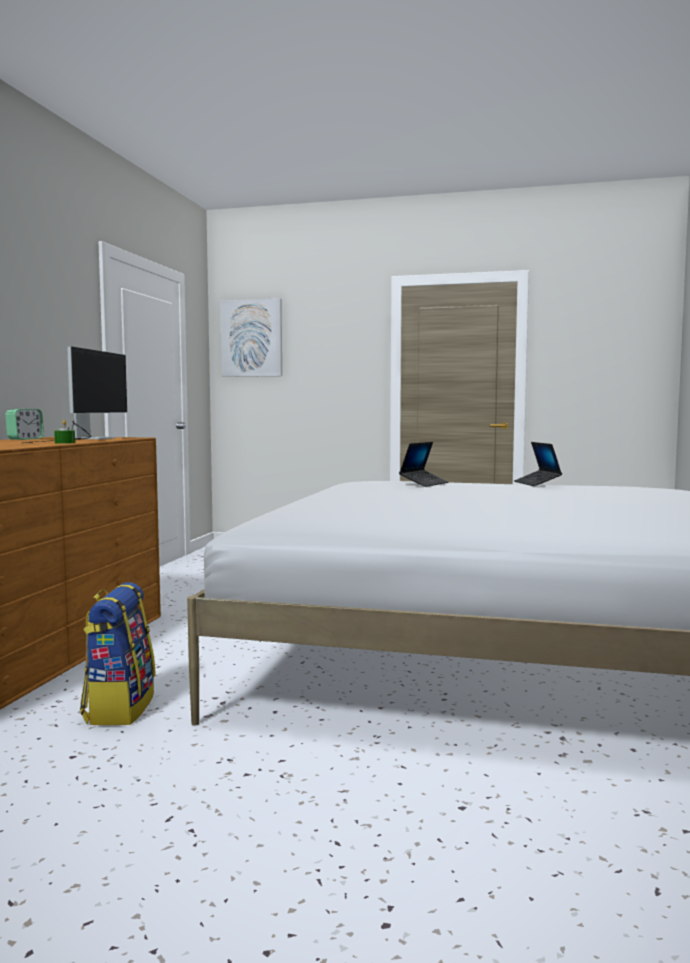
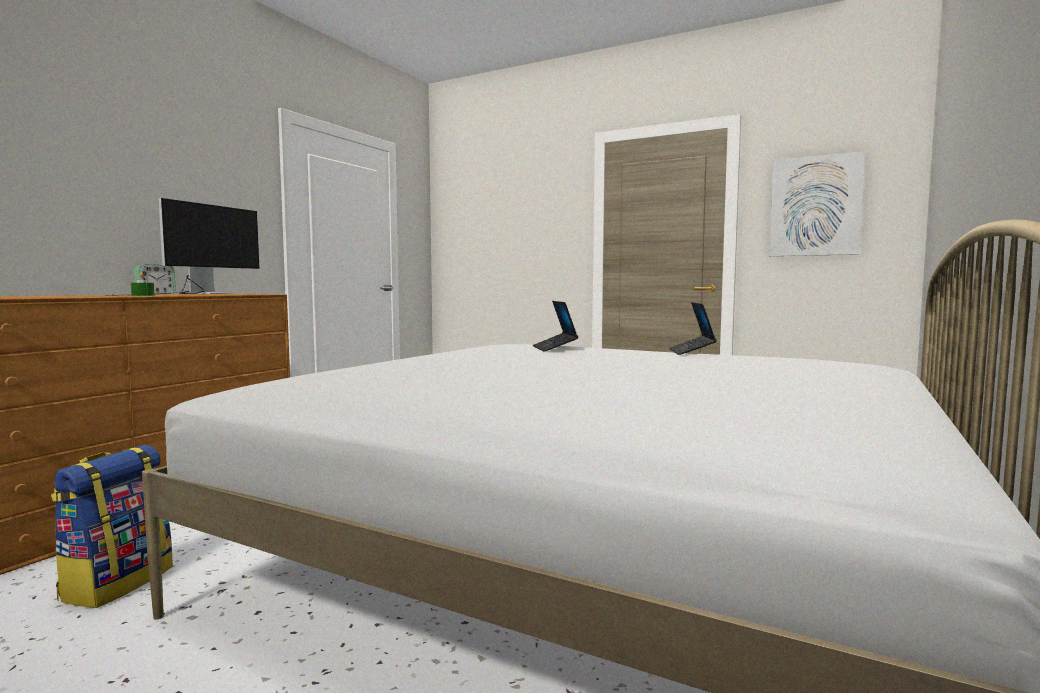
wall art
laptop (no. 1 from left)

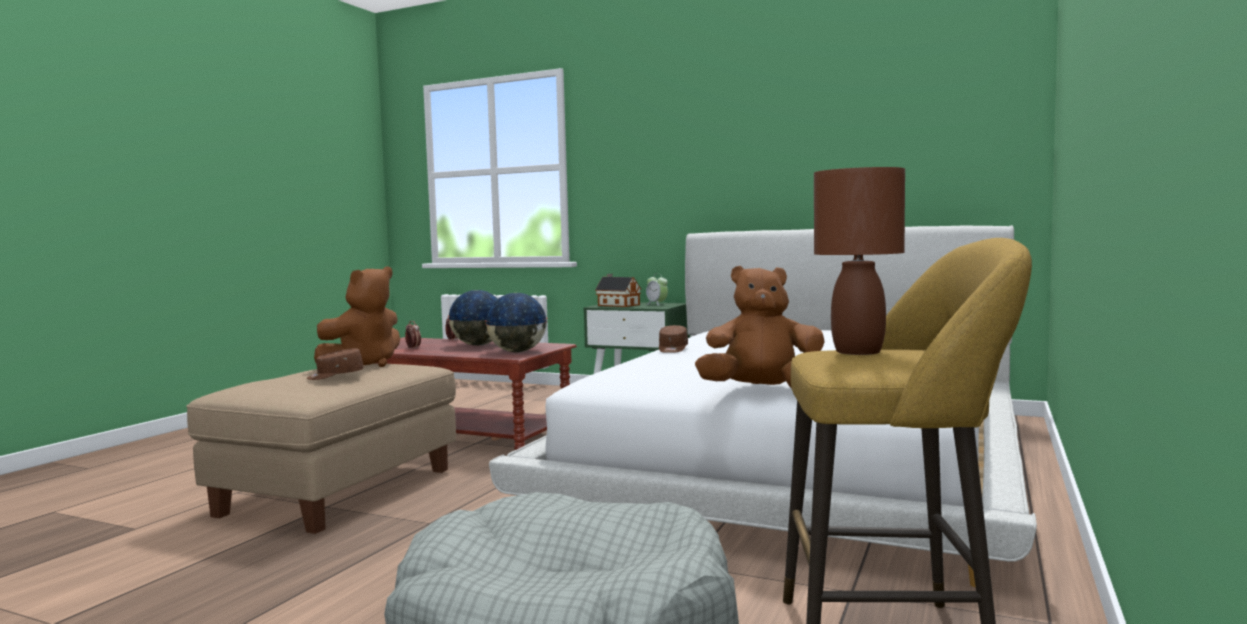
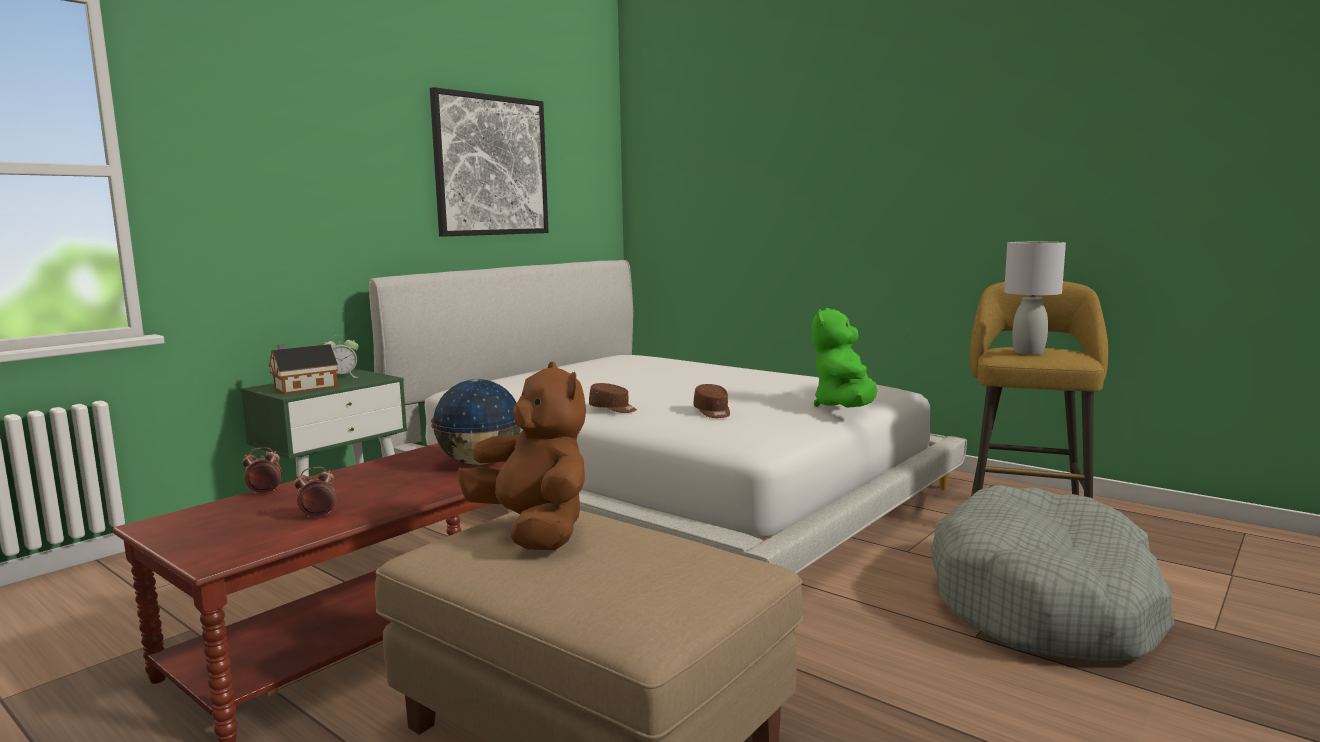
world globe (no. 1 from left in the first image)
wall art
baseball cap/brownish (no. 2 from left)
cuddly toy/greenish
lamp for a table/grey

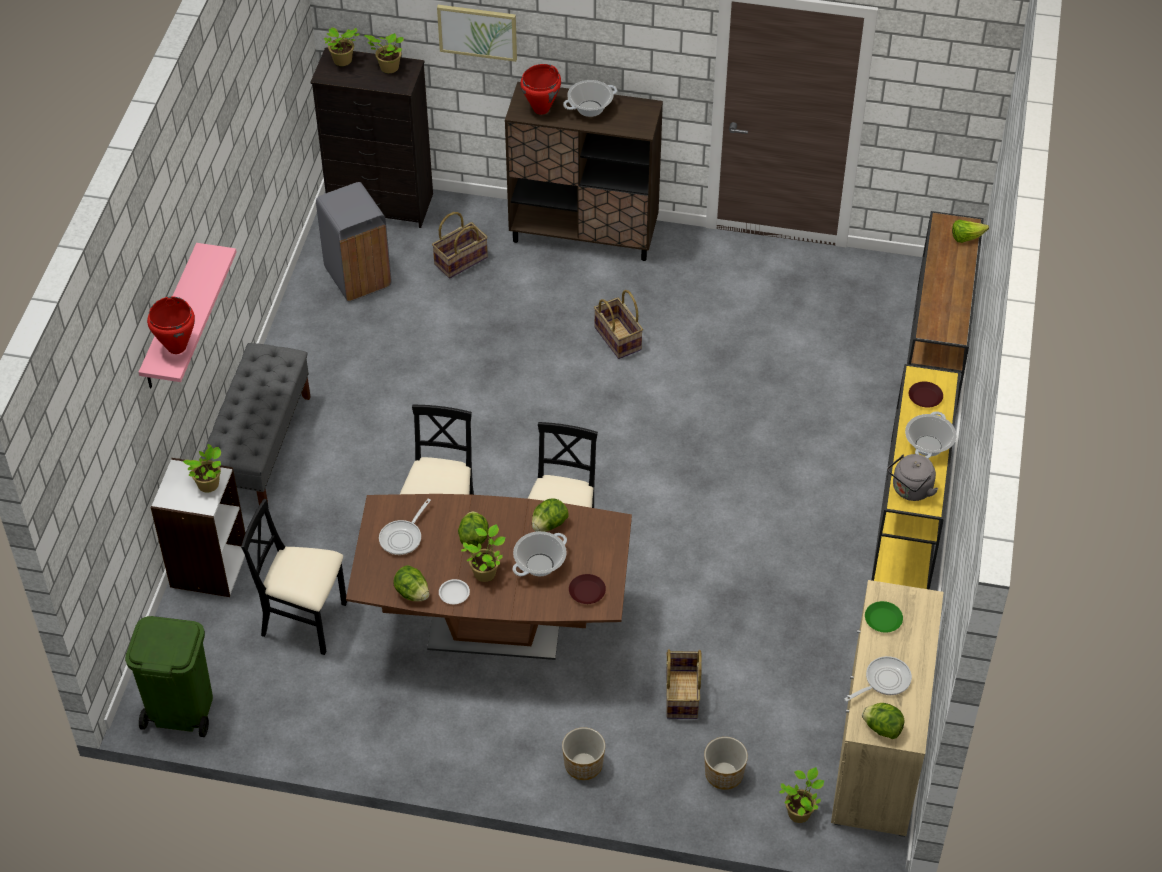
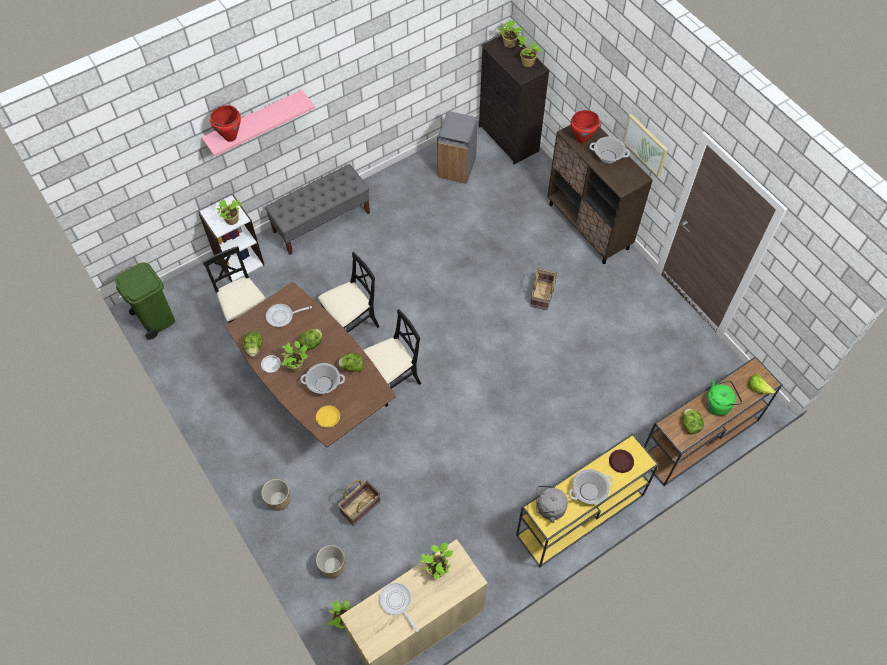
basket (no. 1 from left in the first image)
kettle/greenish
wall art
lettuce (no. 4 from left)
plant in a pot (no. 4 from left)
plate/yellowish
skillet (no. 2 from left)

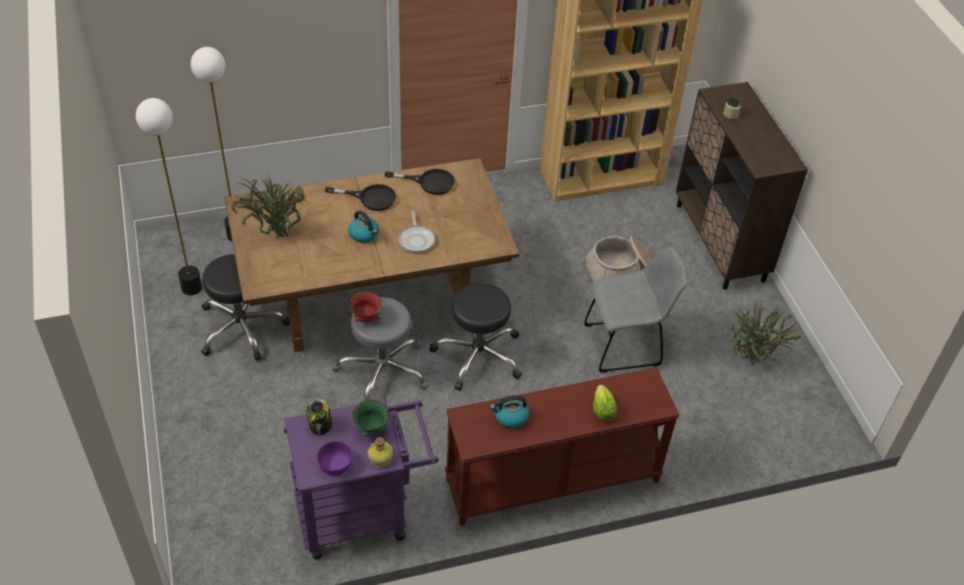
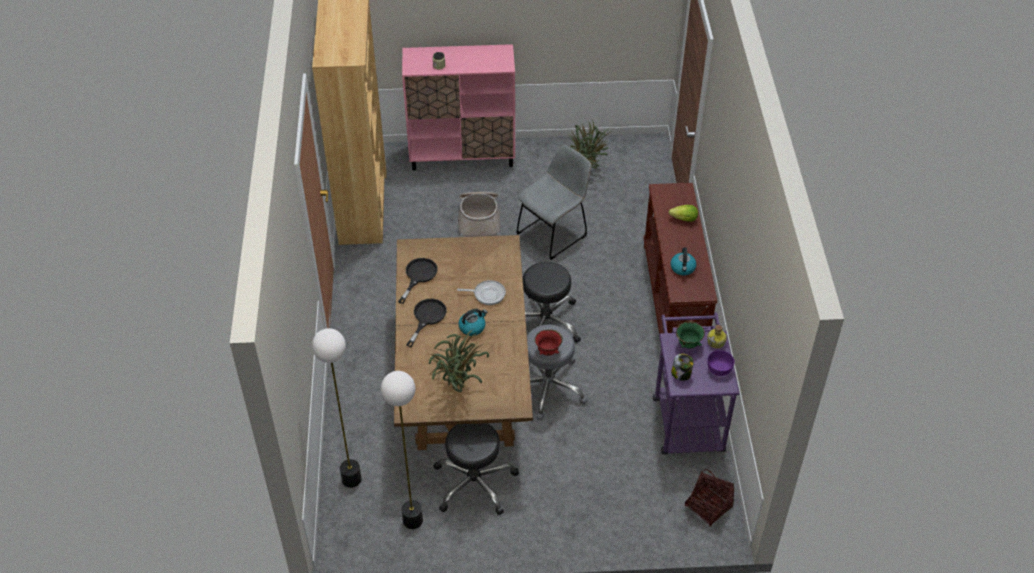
basket (no. 2 from left)
cabinet/pink-coloured
plain chair/grey

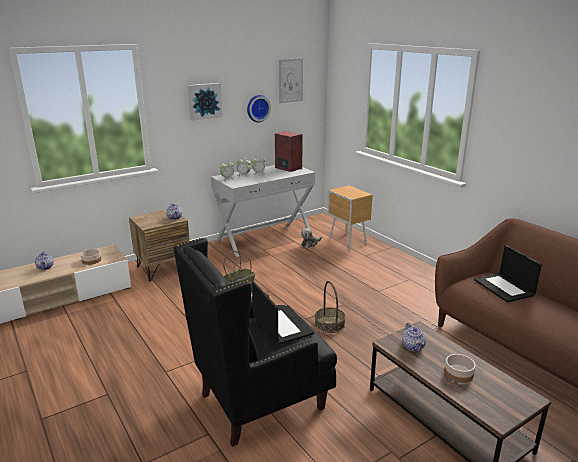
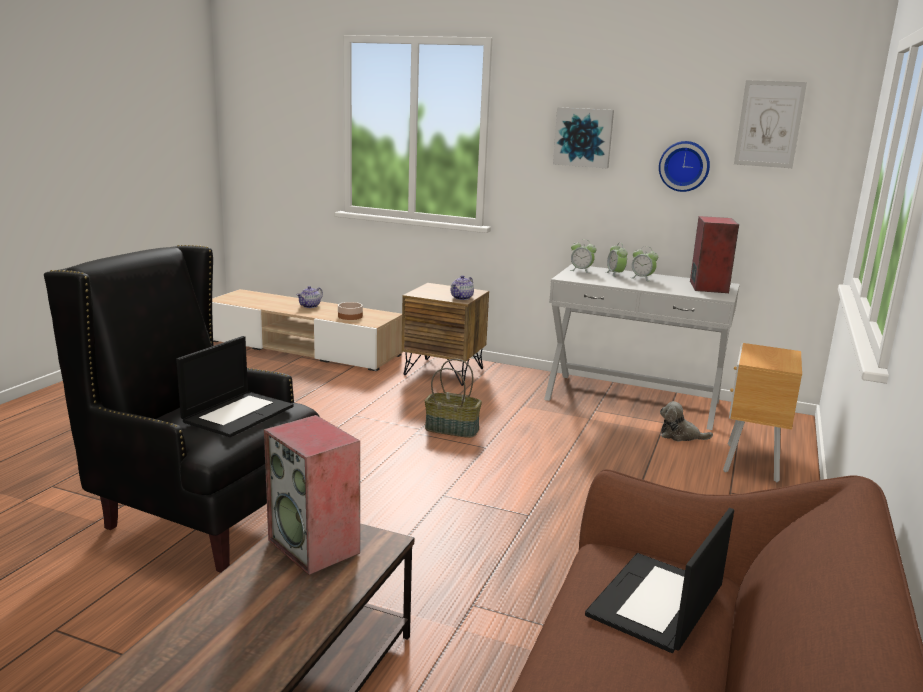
basket (no. 2 from left in the first image)
serving bowl (no. 2 from left in the first image)
speaker (no. 1 from left)

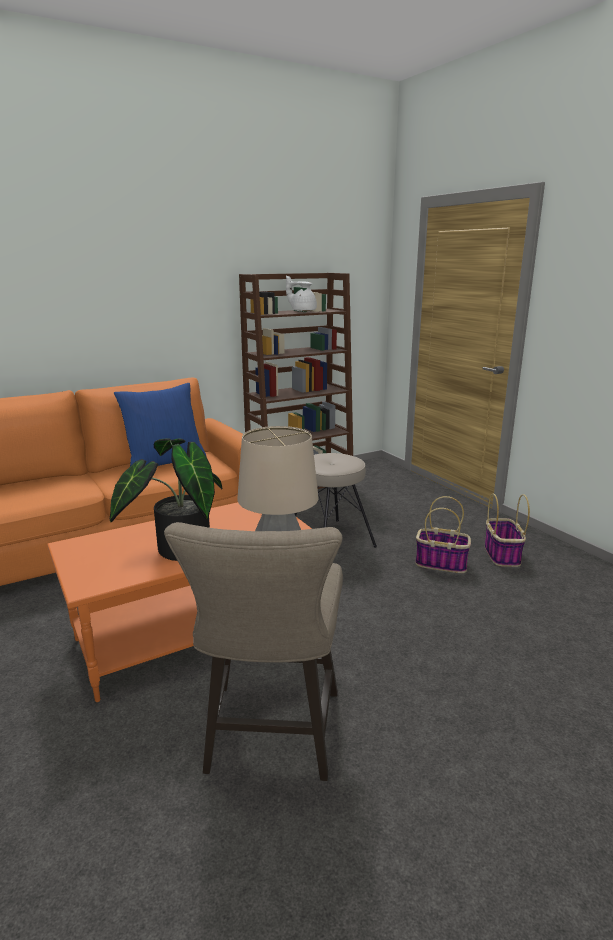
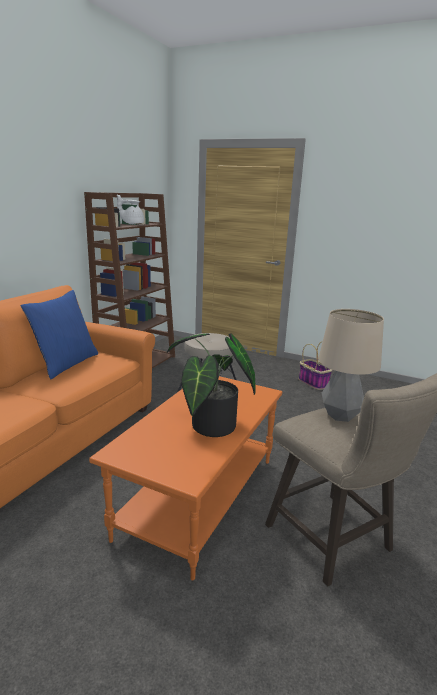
basket (no. 1 from left in the first image)

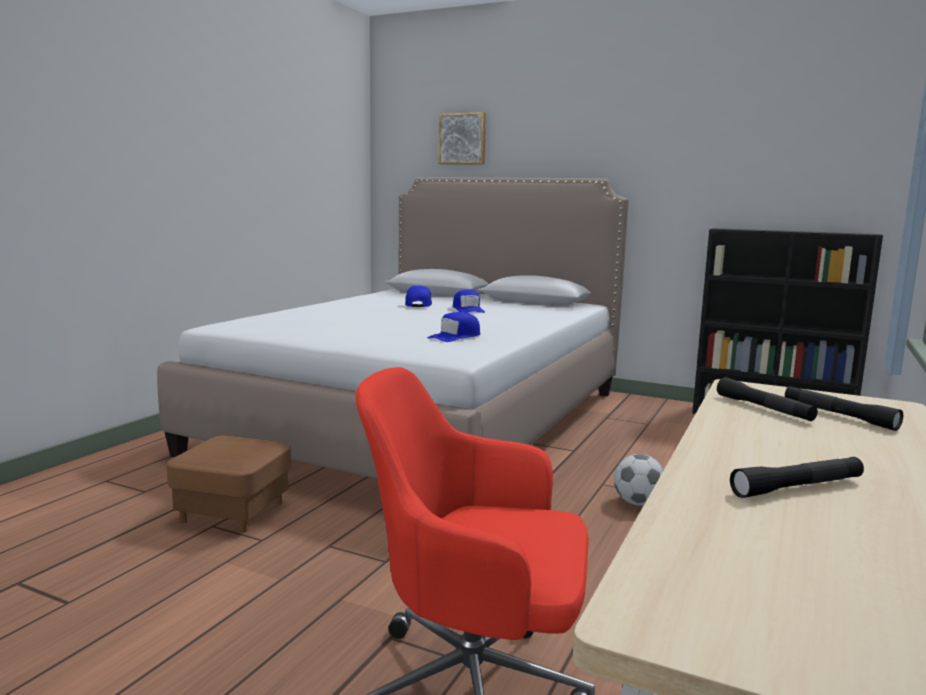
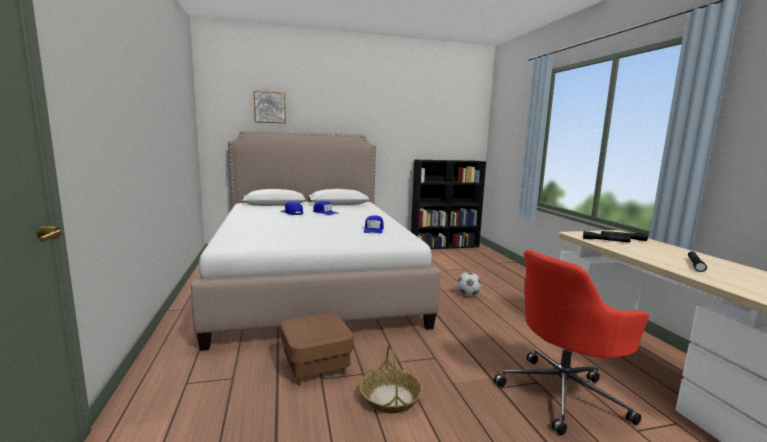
basket

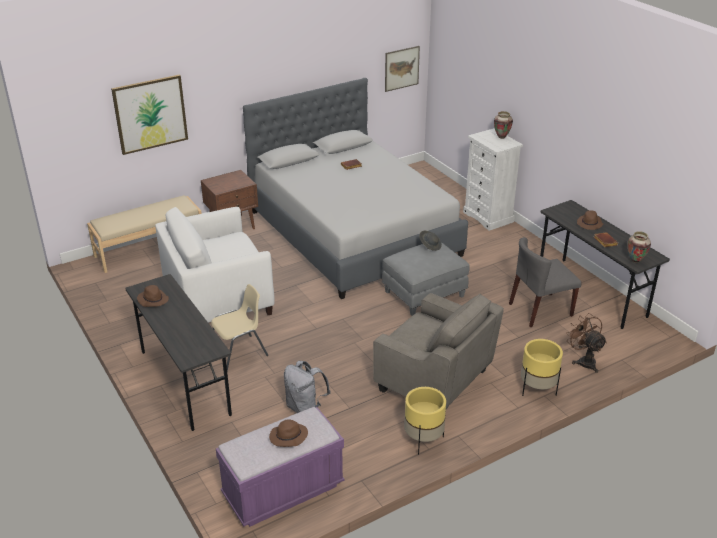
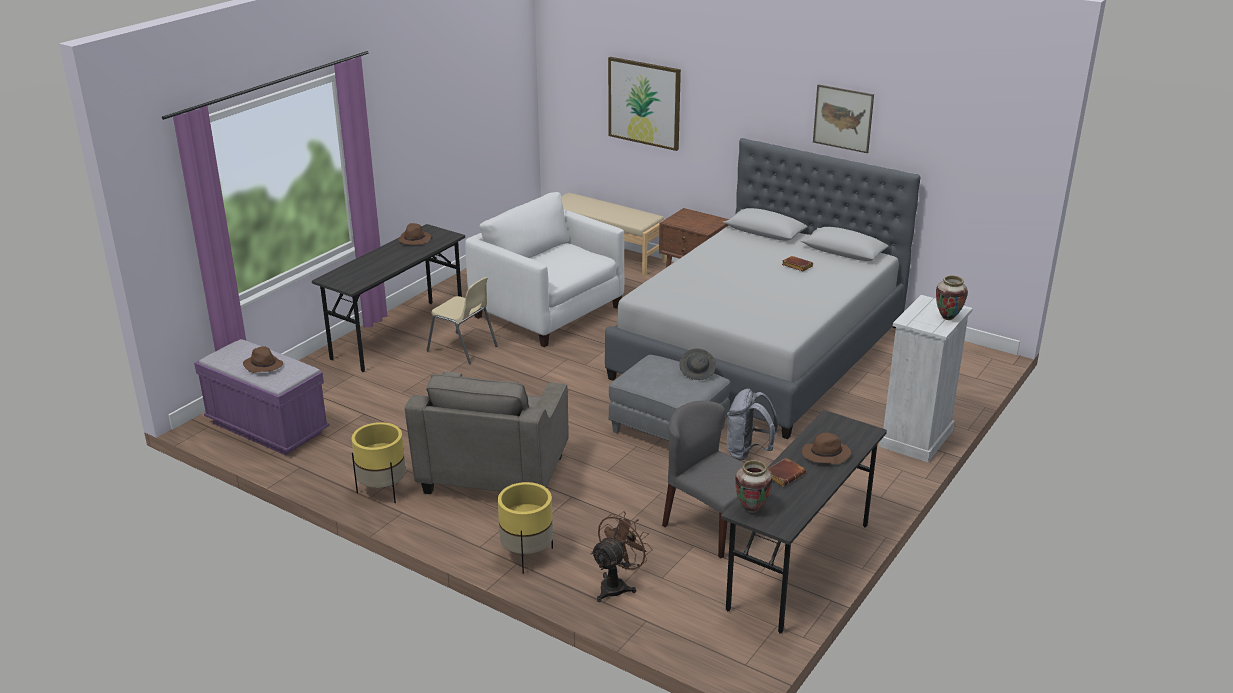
knapsack/grey
wall art (no. 2 from left)

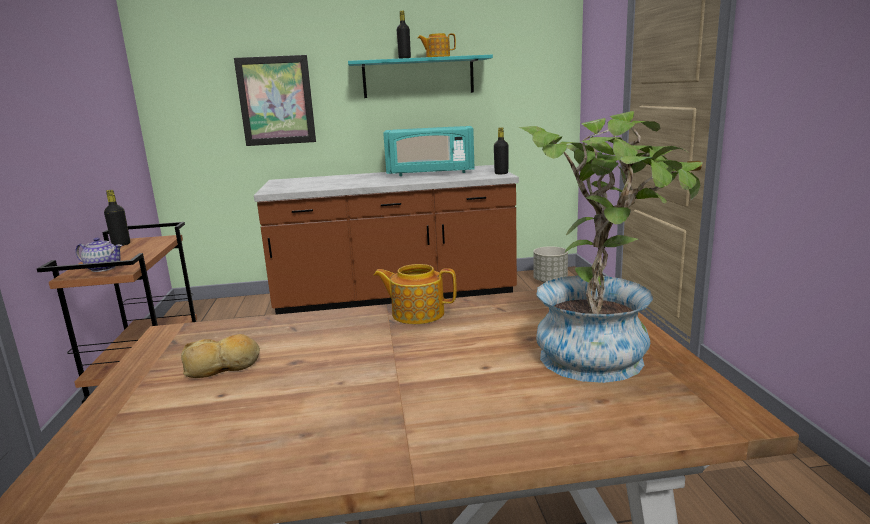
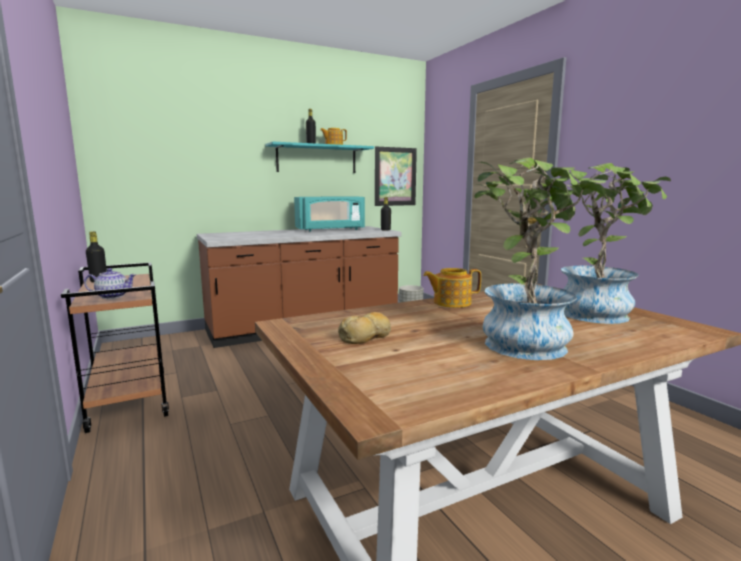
plant in a pot (no. 1 from left)
wall art

